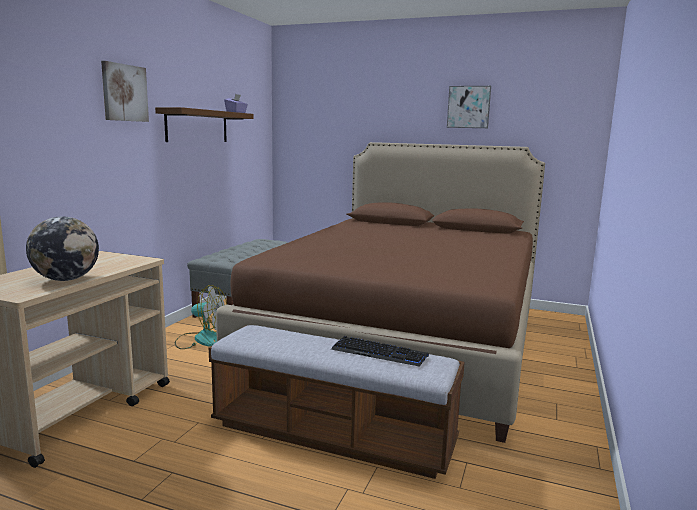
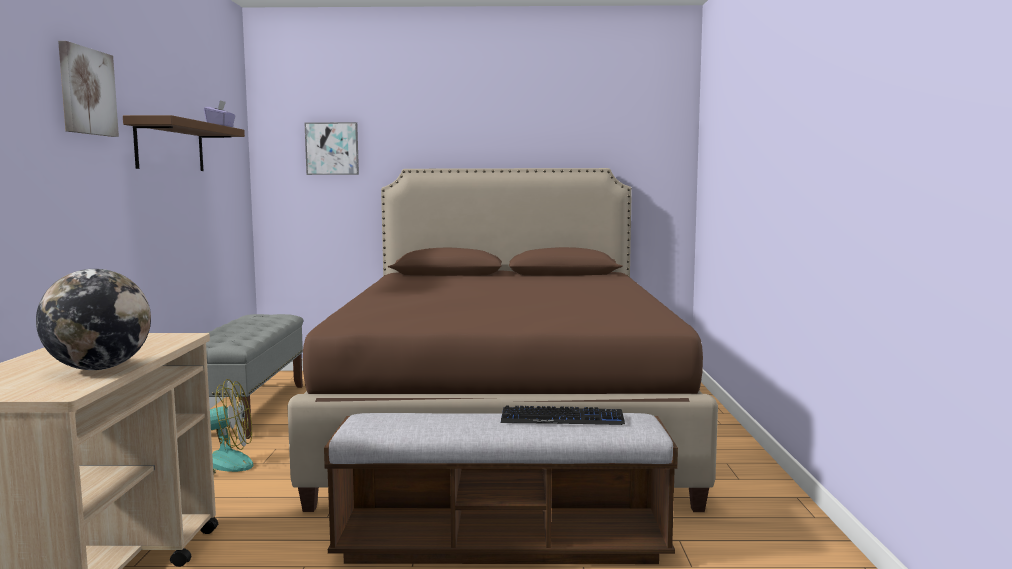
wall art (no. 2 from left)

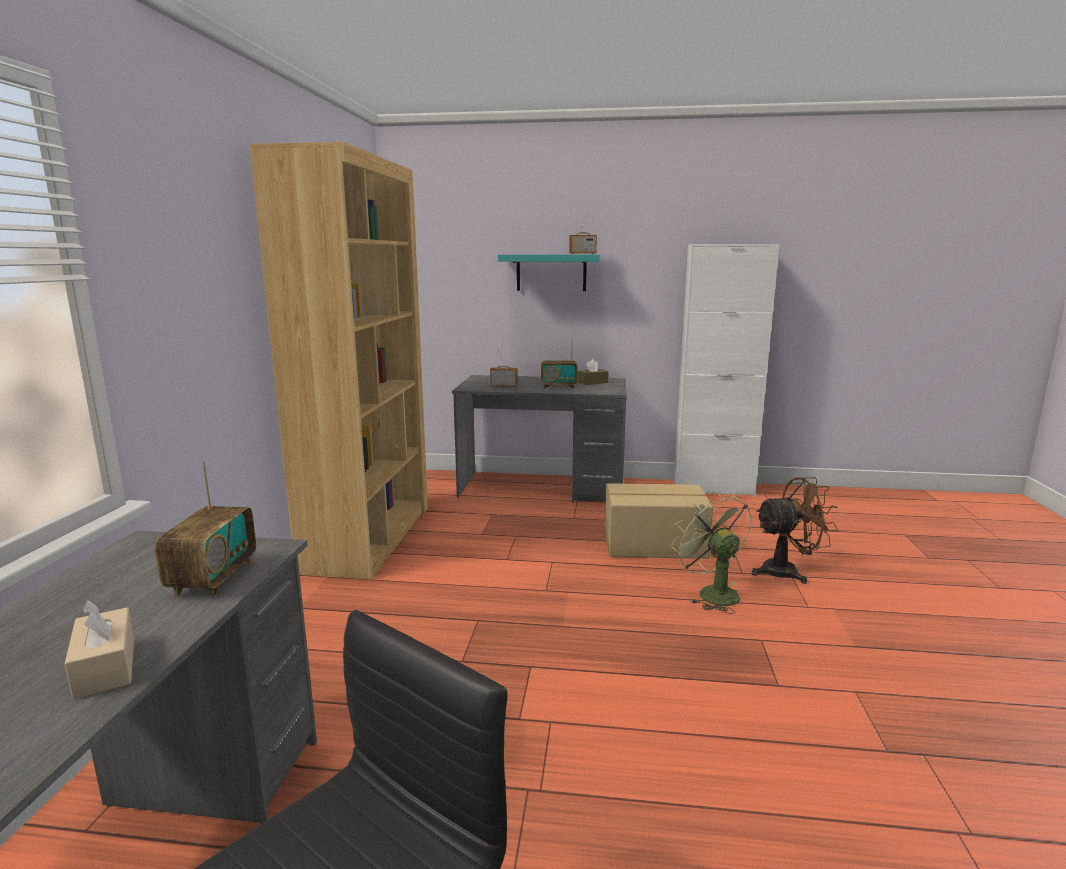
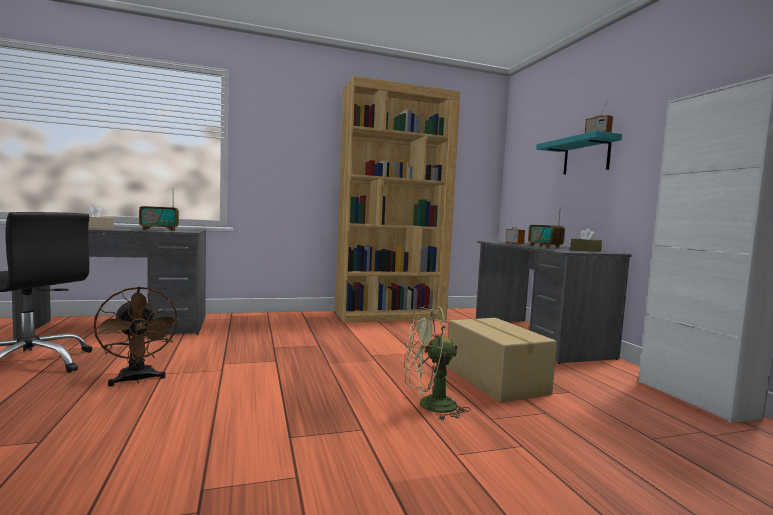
electric fan/brownish
electric fan/greenish

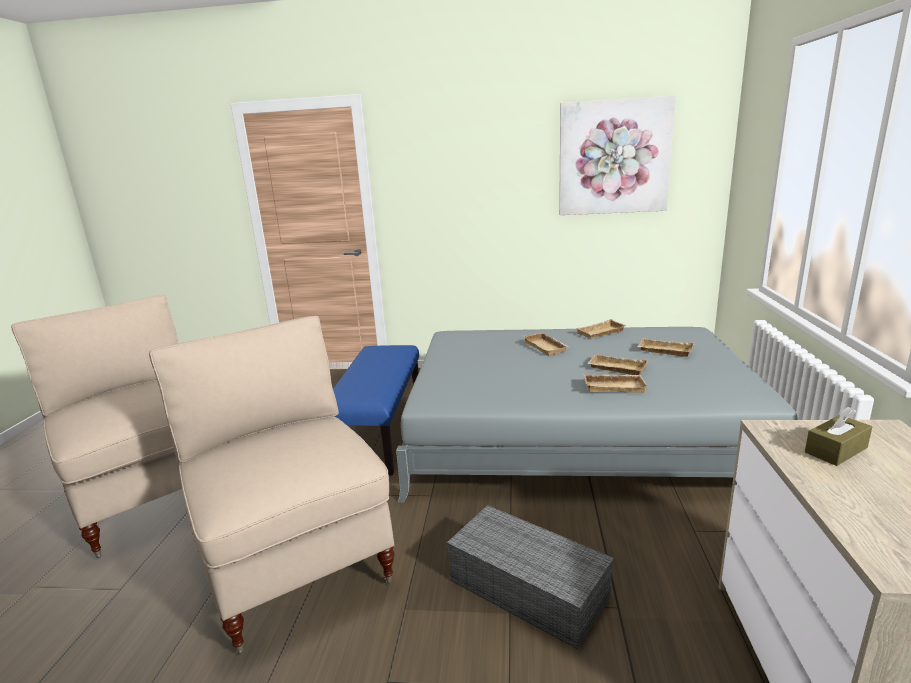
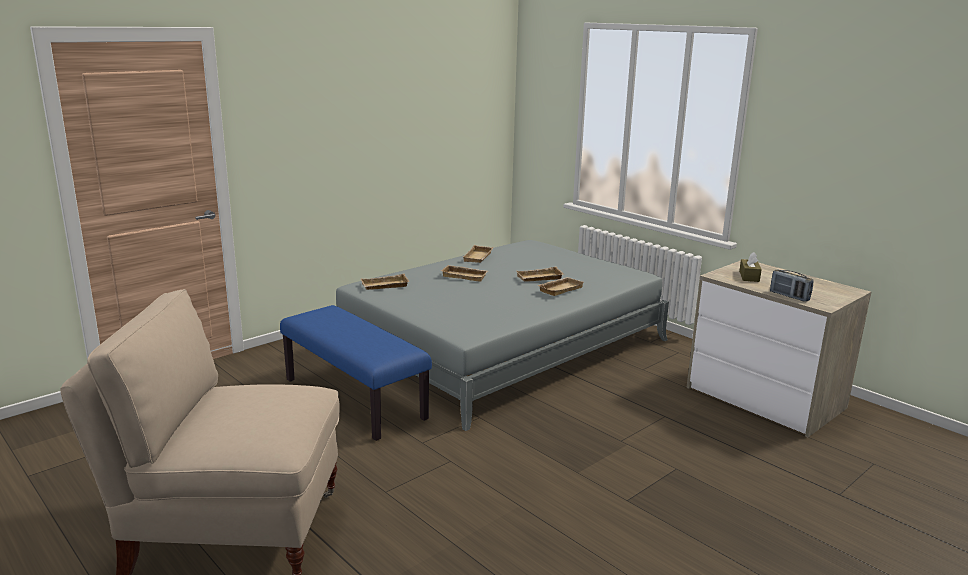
plain chair/sand-coloured (no. 2 from left in the first image)
storage box/grey
wall art
radio set
carrying tray/sand-coloured (no. 1 from left)

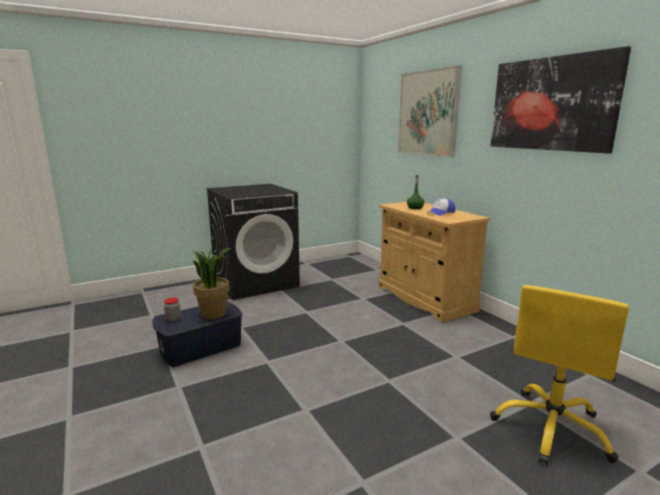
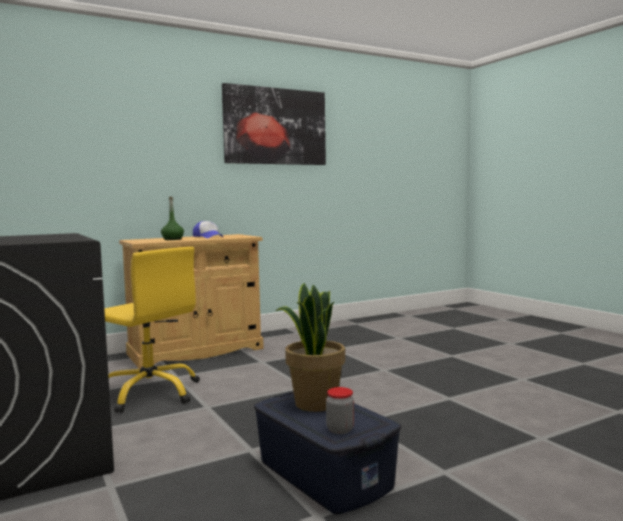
wall art (no. 1 from left in the first image)
office chair/yellowish

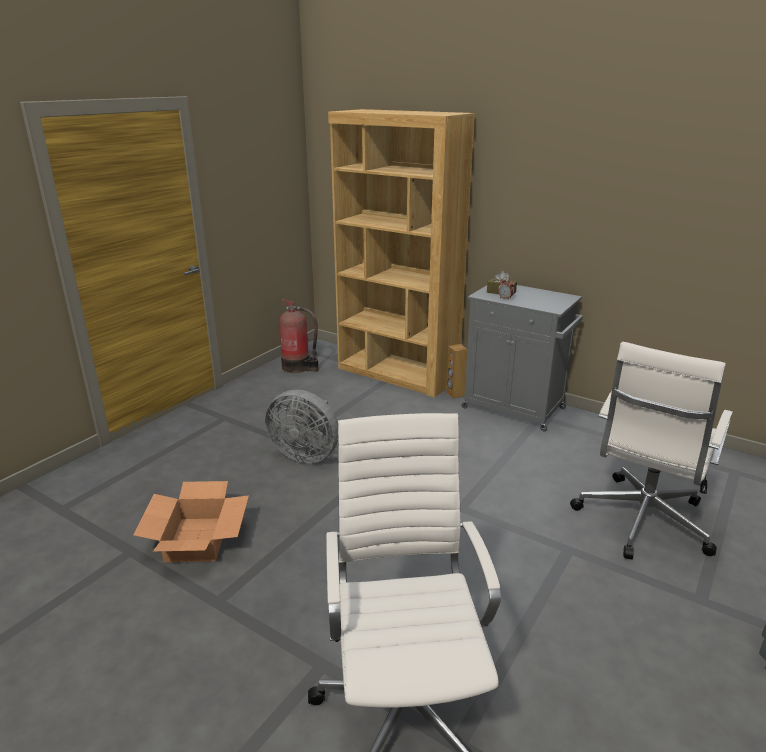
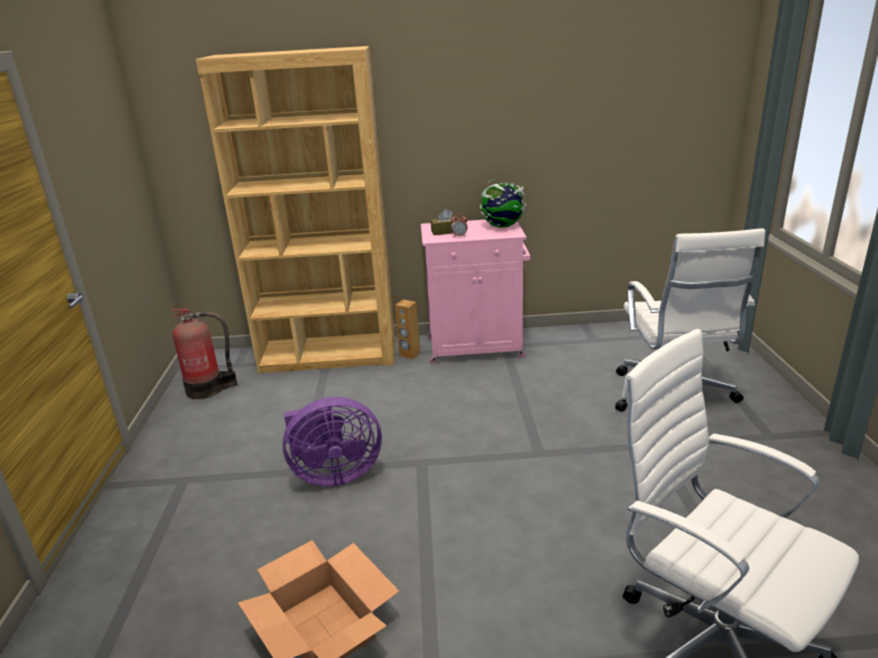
world globe
electric fan/purple
cabinet/pink-coloured

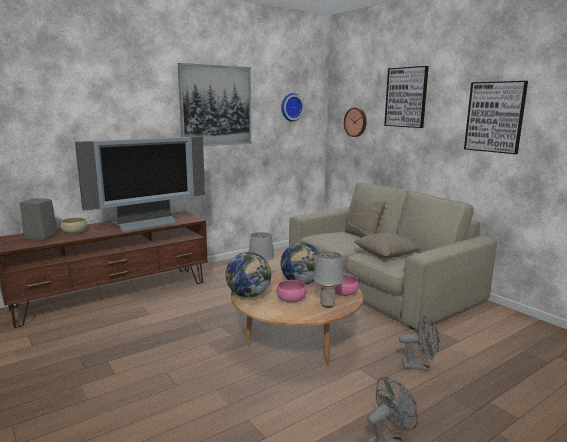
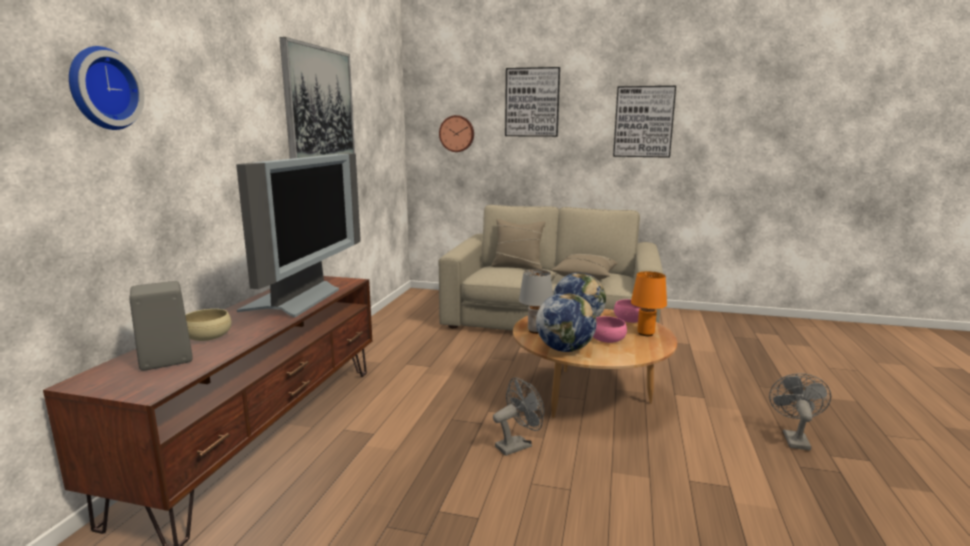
clock on the wall (no. 1 from left)
electric fan/grey (no. 1 from left)
lamp for a table/orange-coloured

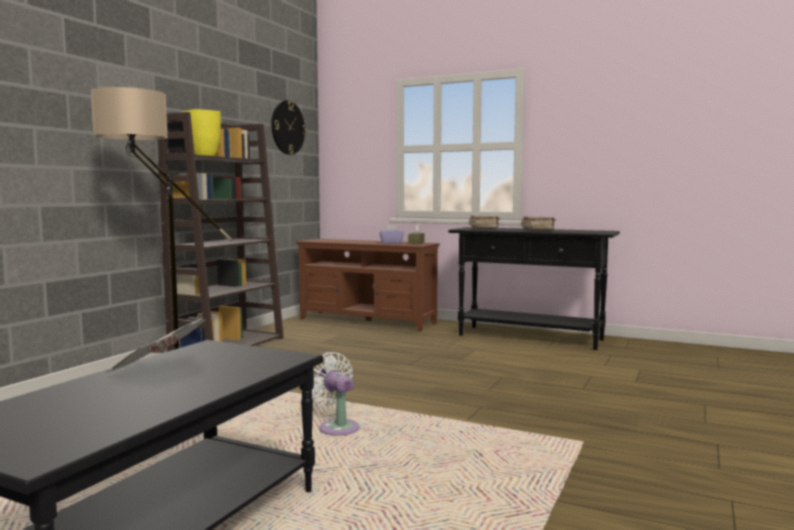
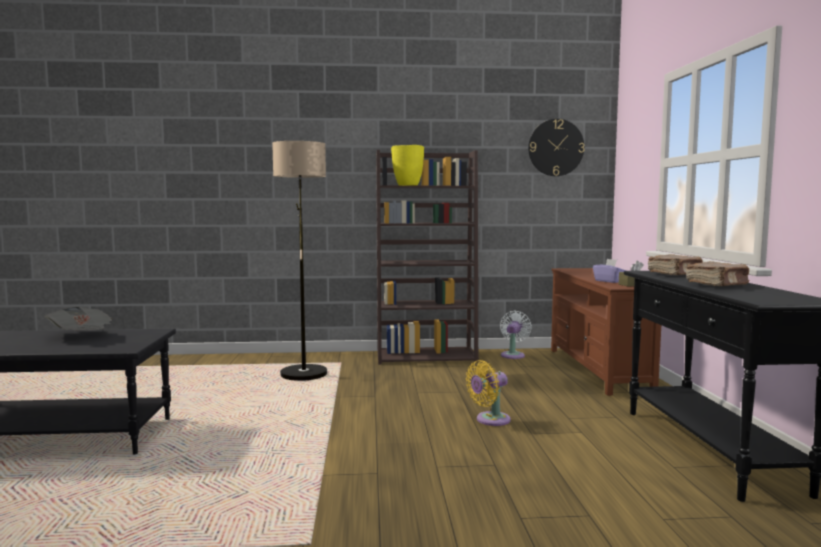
electric fan/yellowish
electric fan/whitish

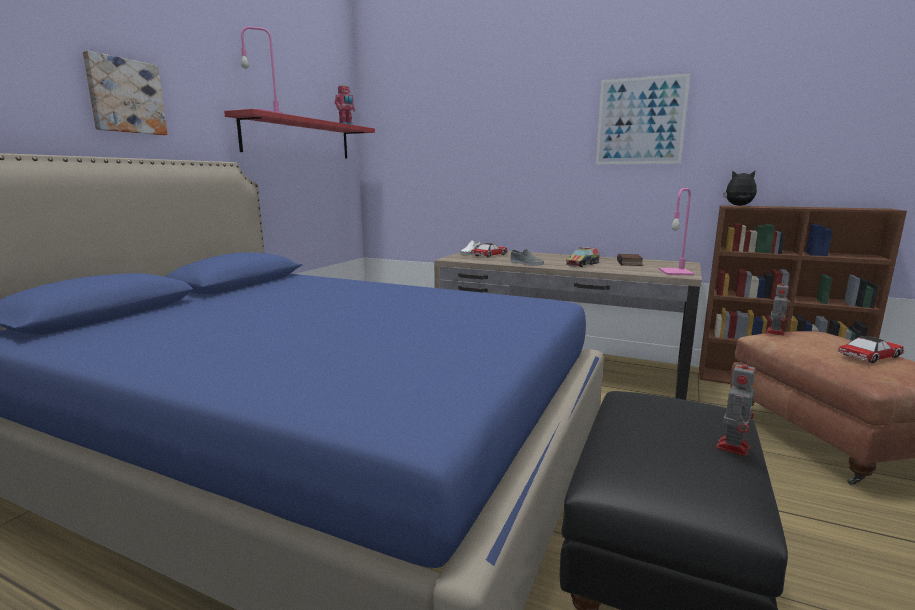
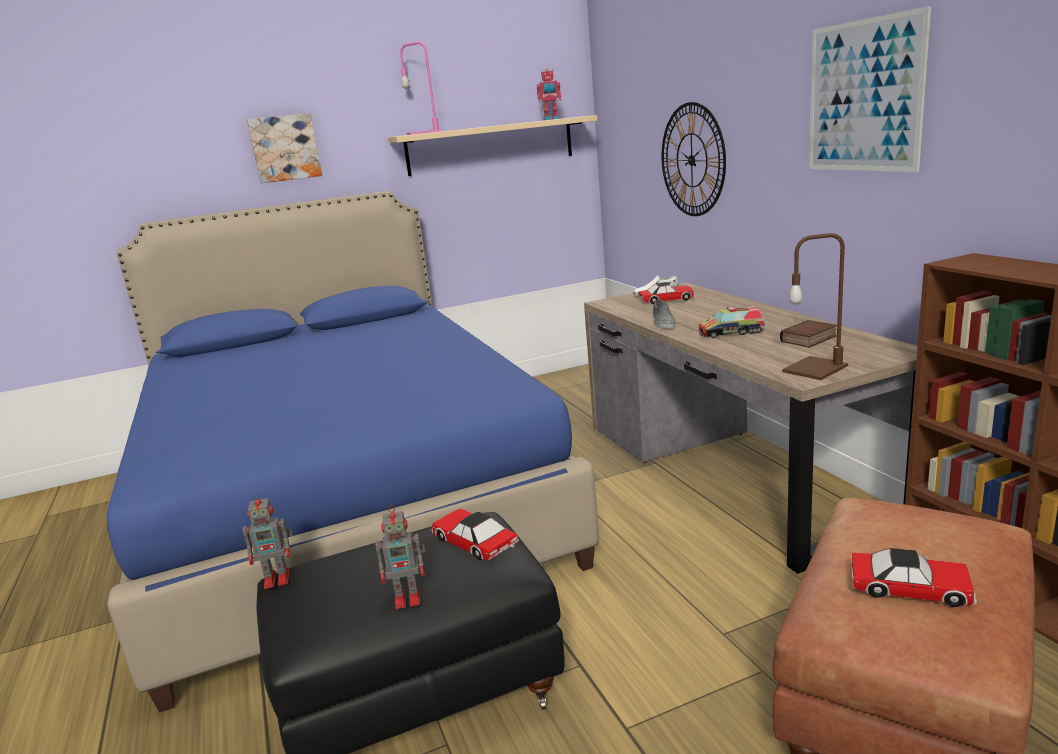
cuddly toy
toy car (no. 1 from left)
clock on the wall
toy robot (no. 1 from left)
shelf/sand-coloured
lamp for a table/brownish

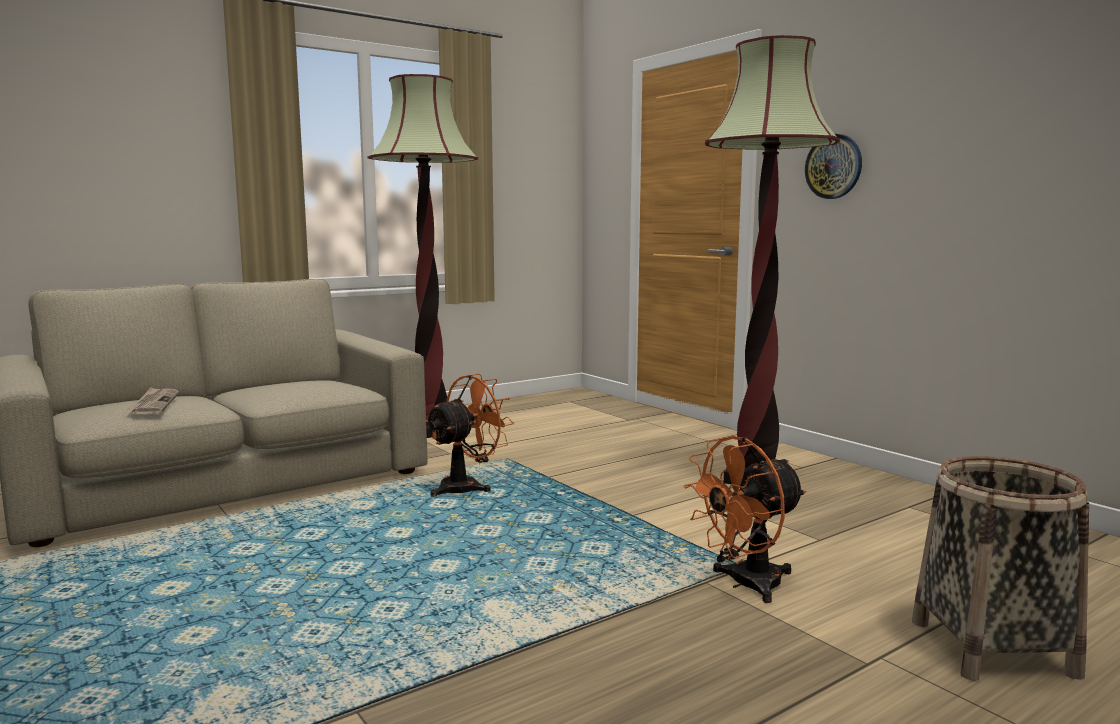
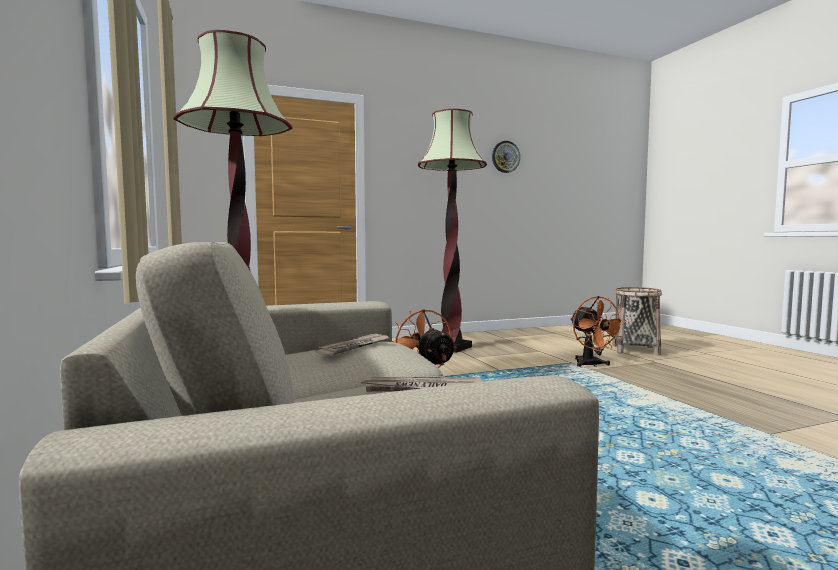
daily paper (no. 1 from left)
clock on the wall

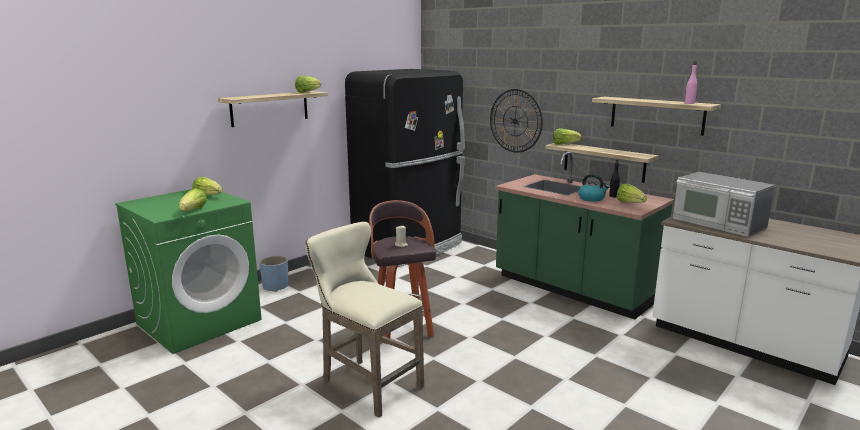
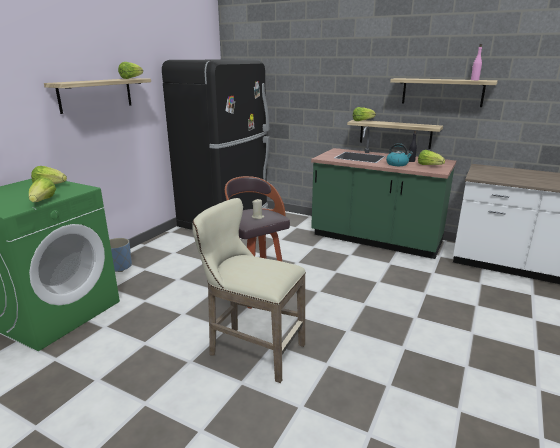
clock on the wall
kitchen microwave

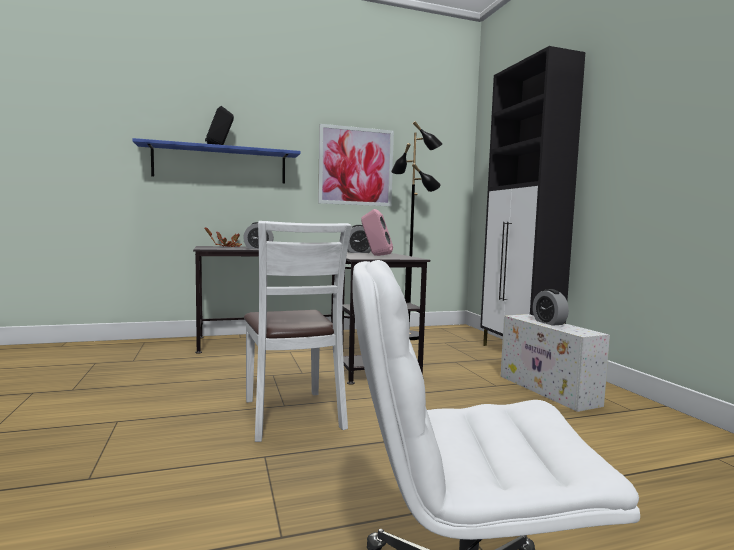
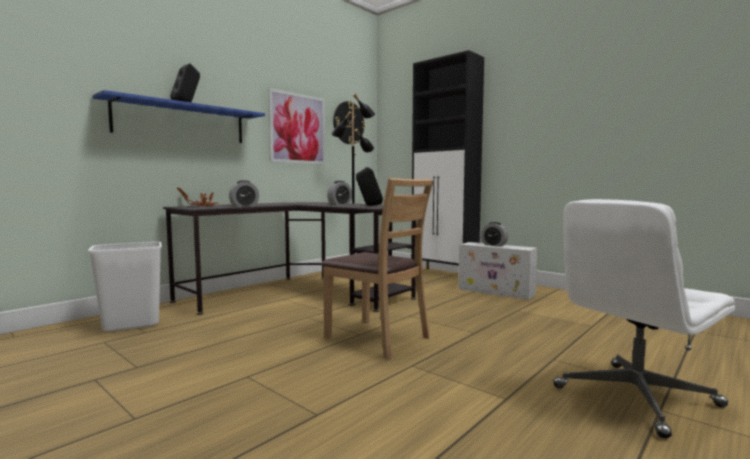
rubbish bin/whitish
clock on the wall
plain chair/brownish
speaker/black (no. 2 from left)

